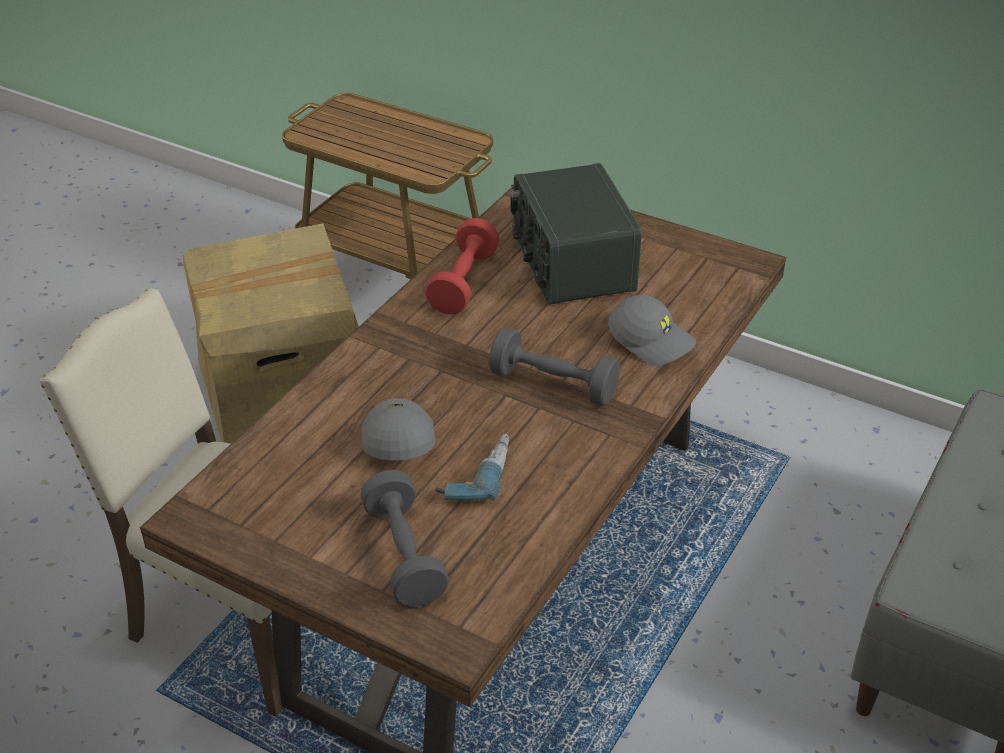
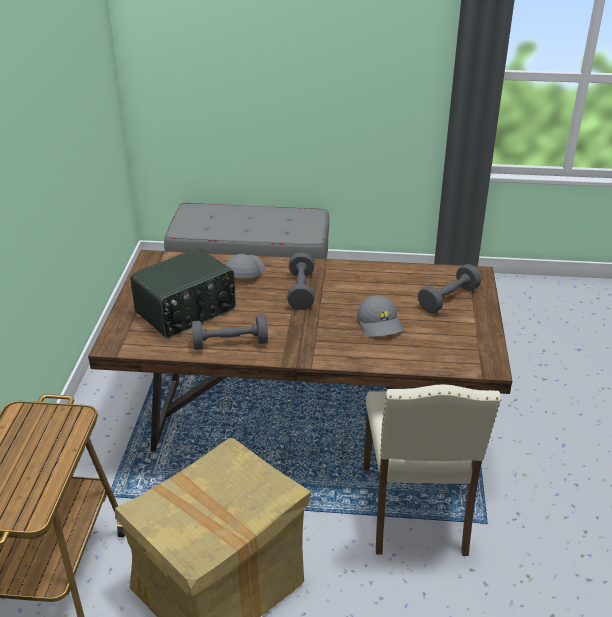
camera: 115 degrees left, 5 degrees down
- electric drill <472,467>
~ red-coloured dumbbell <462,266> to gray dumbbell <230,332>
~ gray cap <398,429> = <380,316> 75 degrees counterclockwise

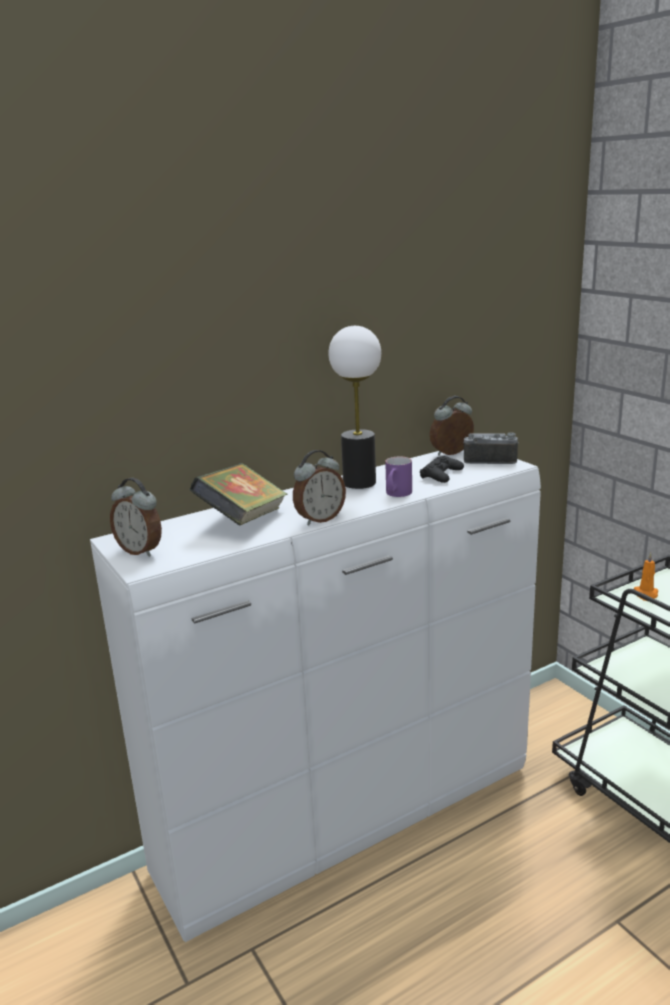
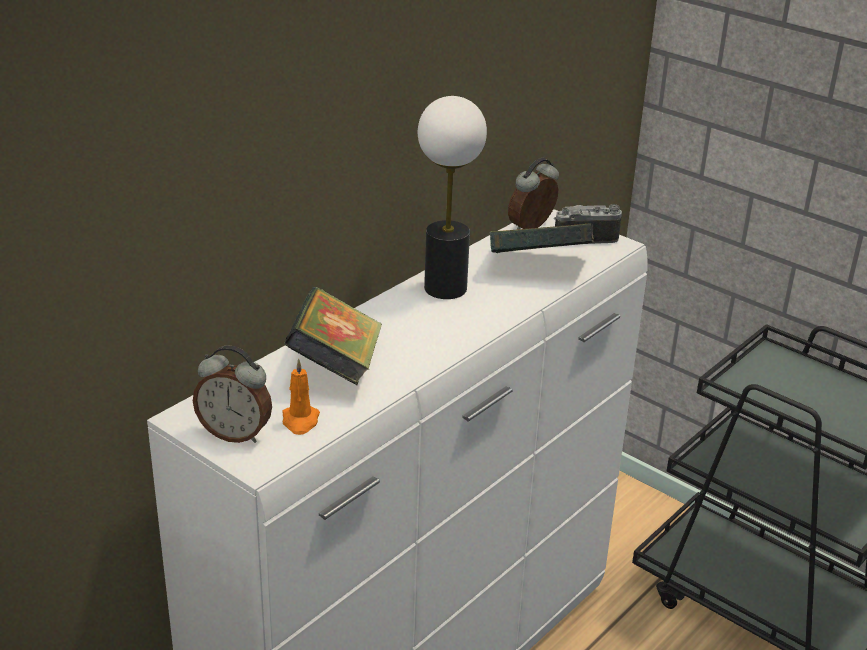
camera: 20 degrees left, 10 degrees up
- bedside clock <319,487>
- purple mug <398,477>
~ orangey wax light <646,577> to <301,396>
~ black-coloured joypad <442,469> to volume <542,238>

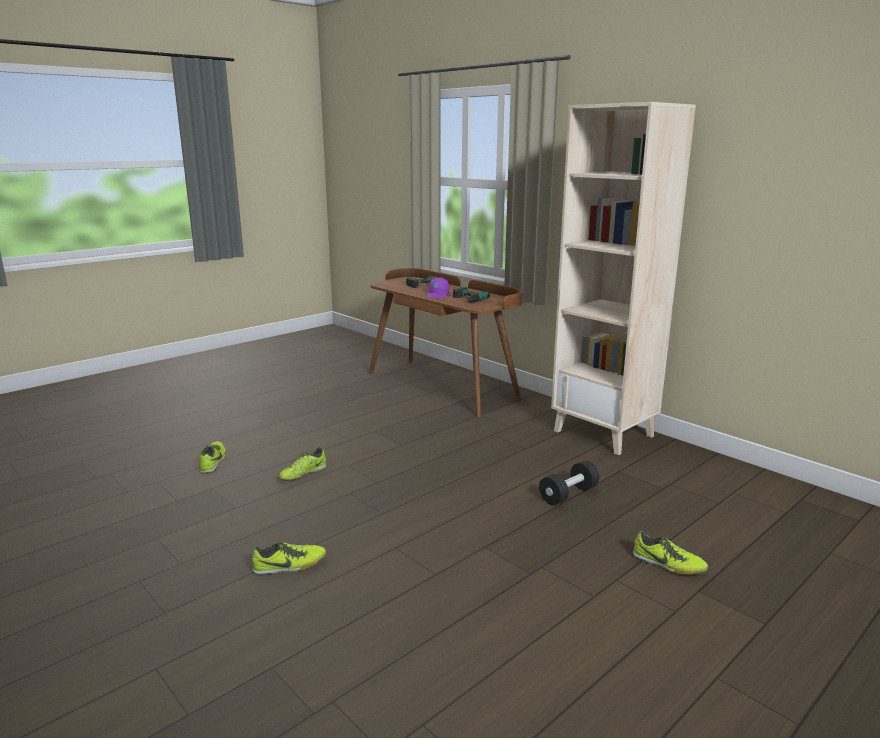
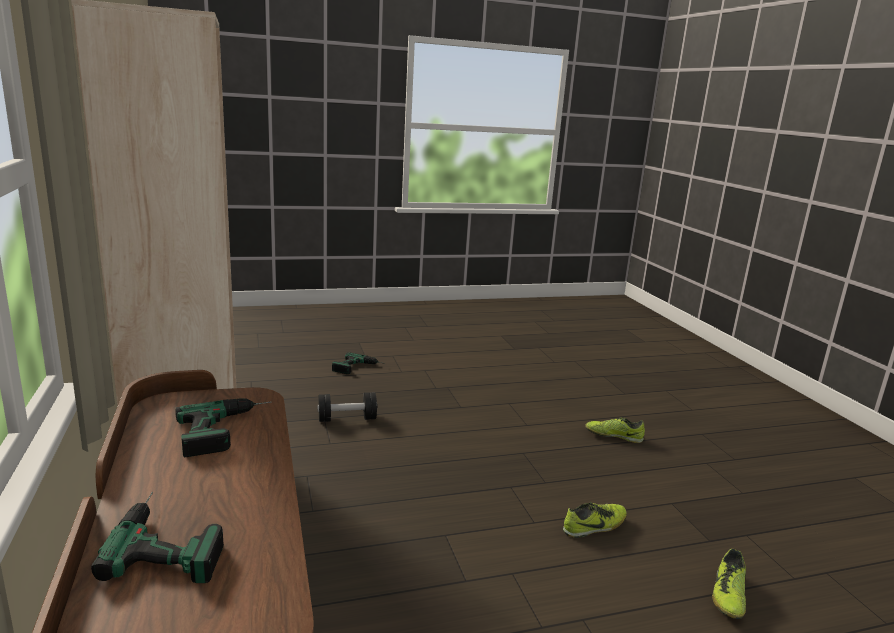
camera: 155 degrees left, 0 degrees up
- purple cap <438,288>
~ shoe <670,553> to electric drill <358,363>

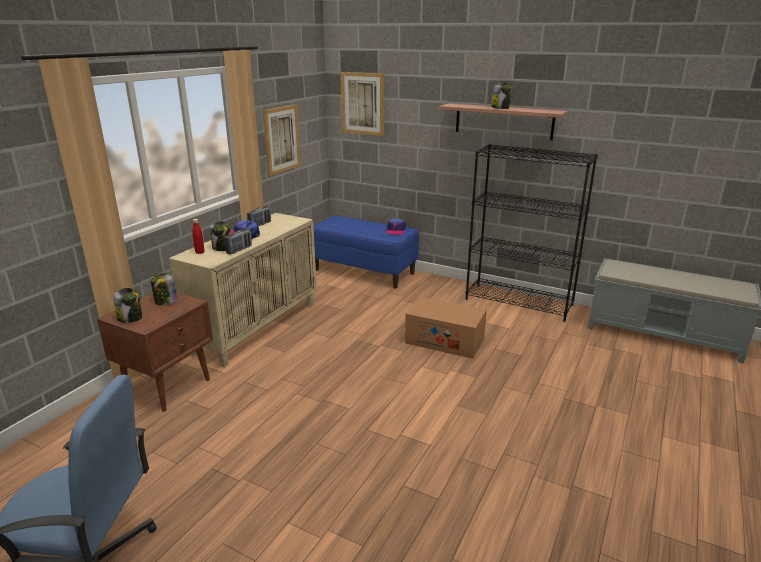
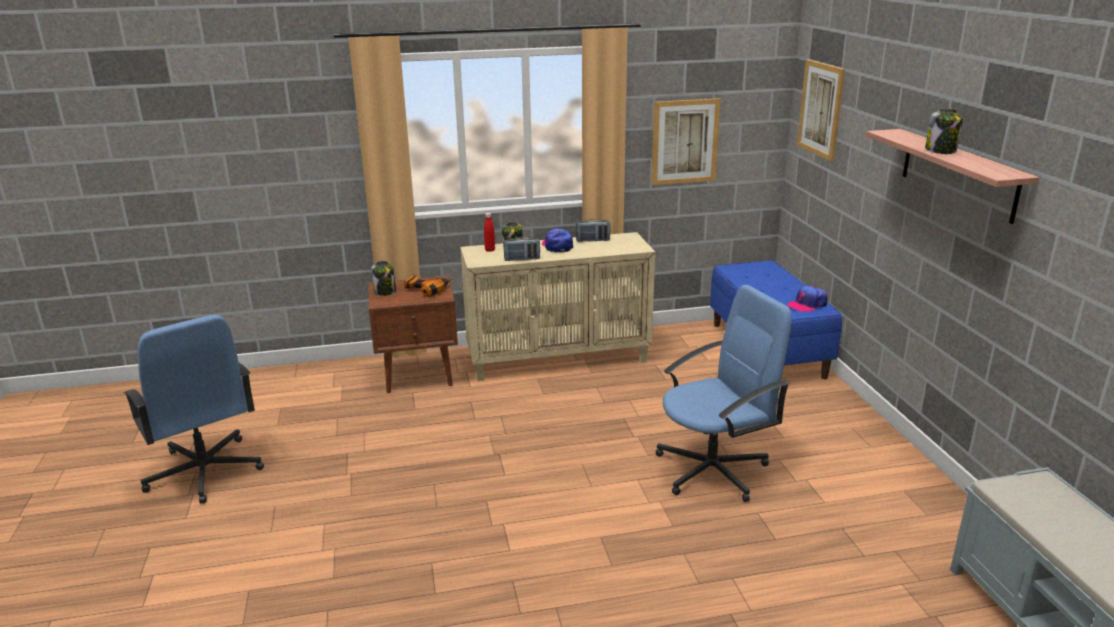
camera: 50 degrees right, 0 degrees up
- black-coloured bookcase <532,233>
~ jar <164,289> to electric drill <429,286>
~ packing box <446,328> to bluish computer chair <724,393>

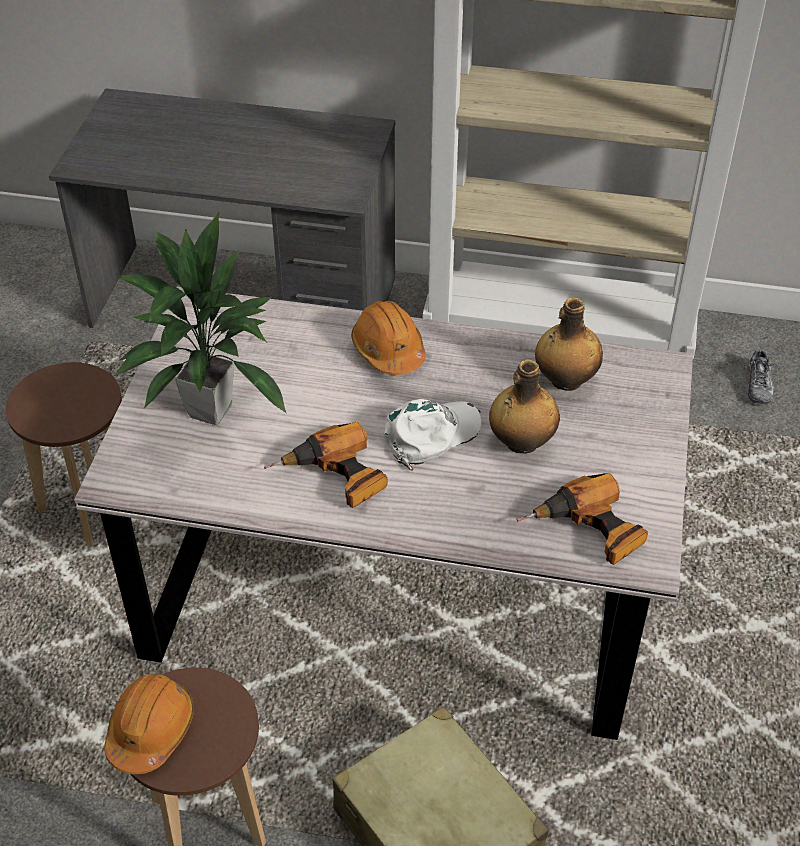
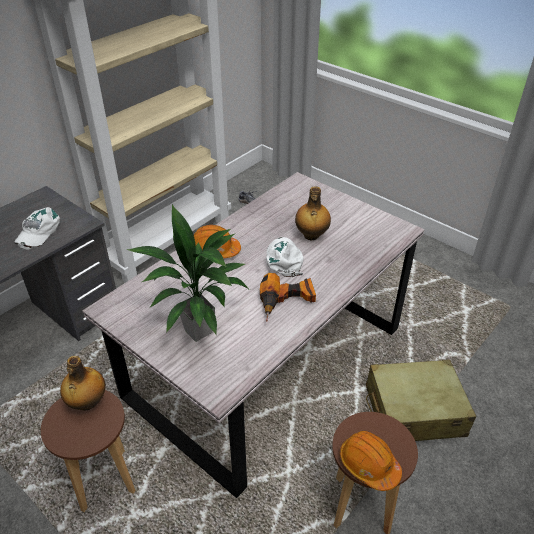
camera: 60 degrees left, 5 degrees down
- electric drill <582,519>
+ white cap <37,228>
~ drink bottle <569,344> to <83,383>

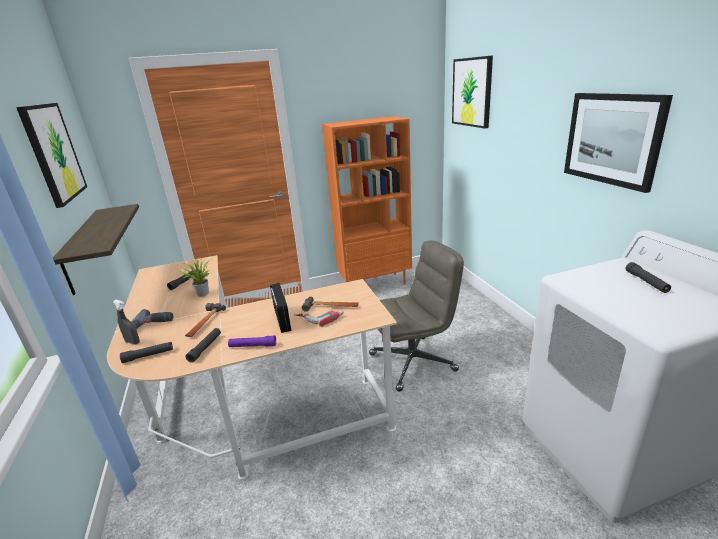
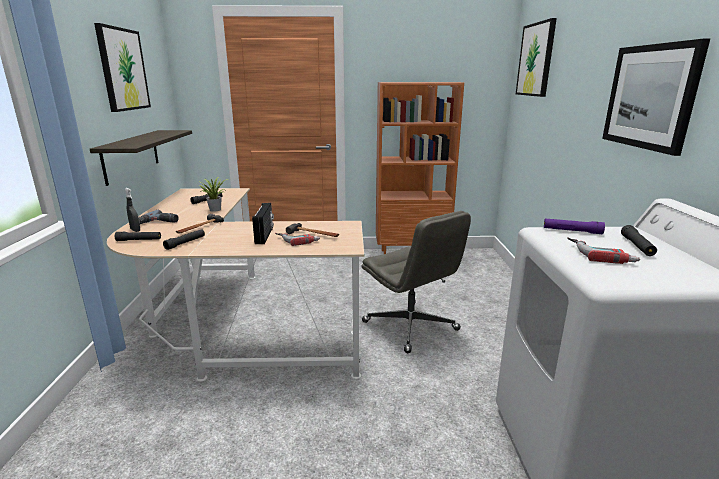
camera: 15 degrees right, 5 degrees down
+ electric drill <603,250>
~ purple hand torch <252,341> to <574,226>
~ gray computer chair <416,316> = <416,282> 60 degrees clockwise

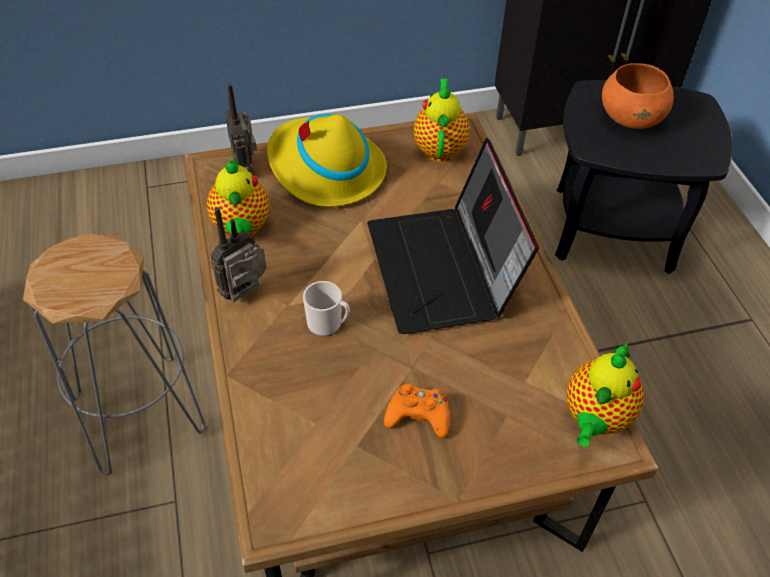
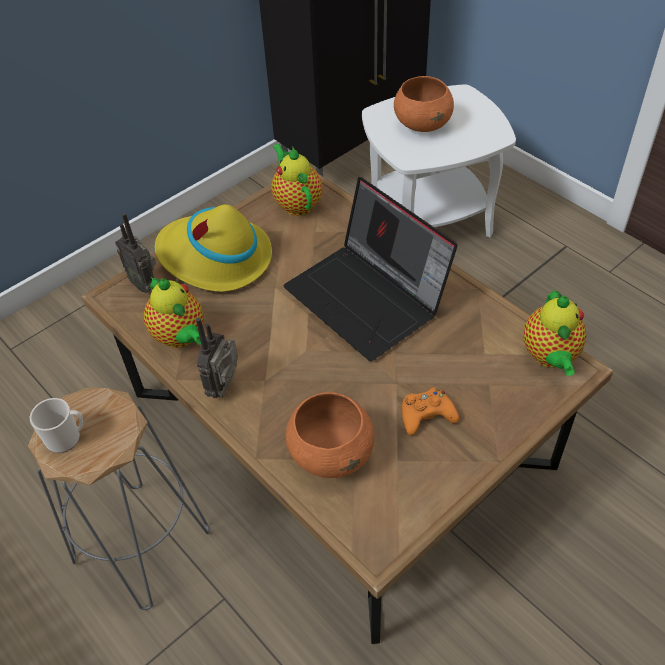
camera: 25 degrees left, 0 degrees up
+ orangey deep dish <329,435>
~ mug <326,308> to <56,425>
~ black-coloured end table <644,177> to white end table <439,161>

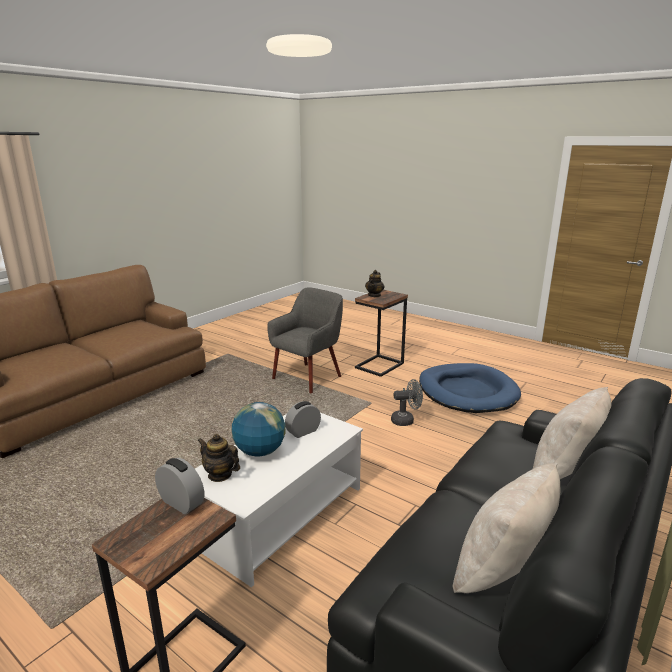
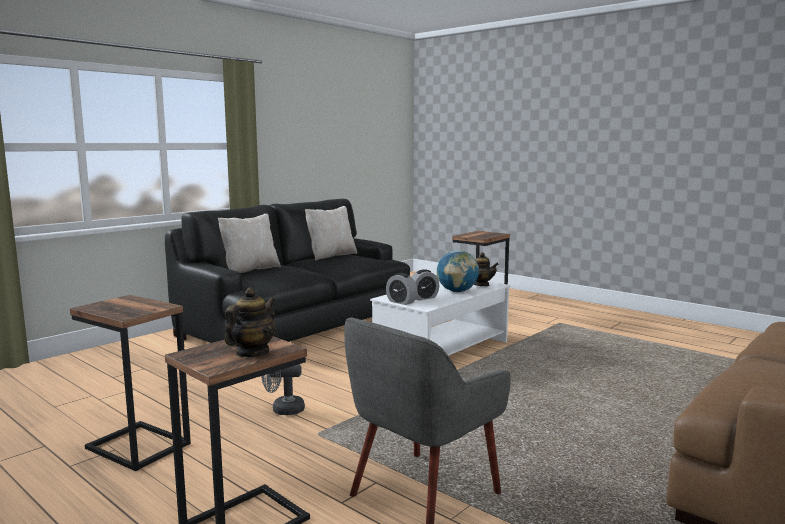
camera: 175 degrees left, 10 degrees down
~ bedside clock <179,486> to <401,289>
~ bluish dog cushion <470,388> to end table <130,383>

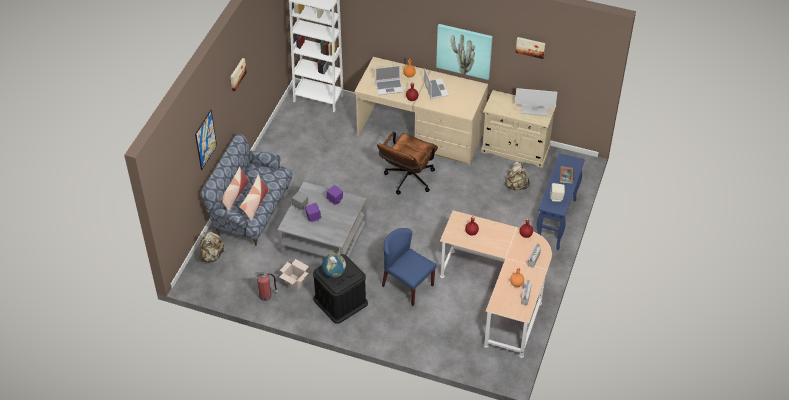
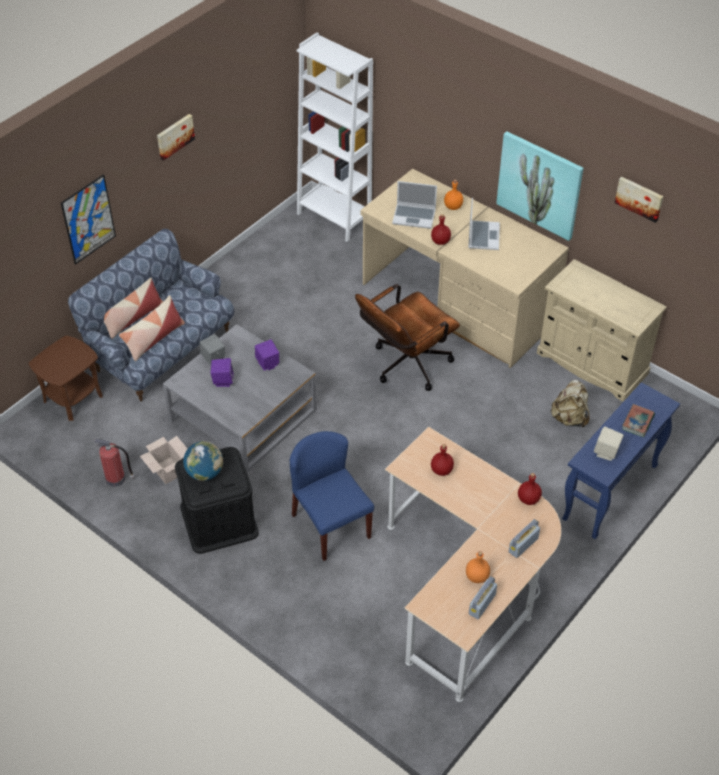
camera: 20 degrees right, 0 degrees up
- monitor <536,102>
~ sand-coloured rucksack <211,248> to brownish end table <66,378>

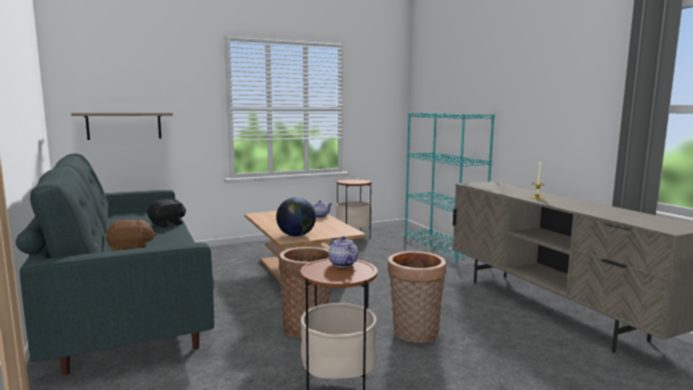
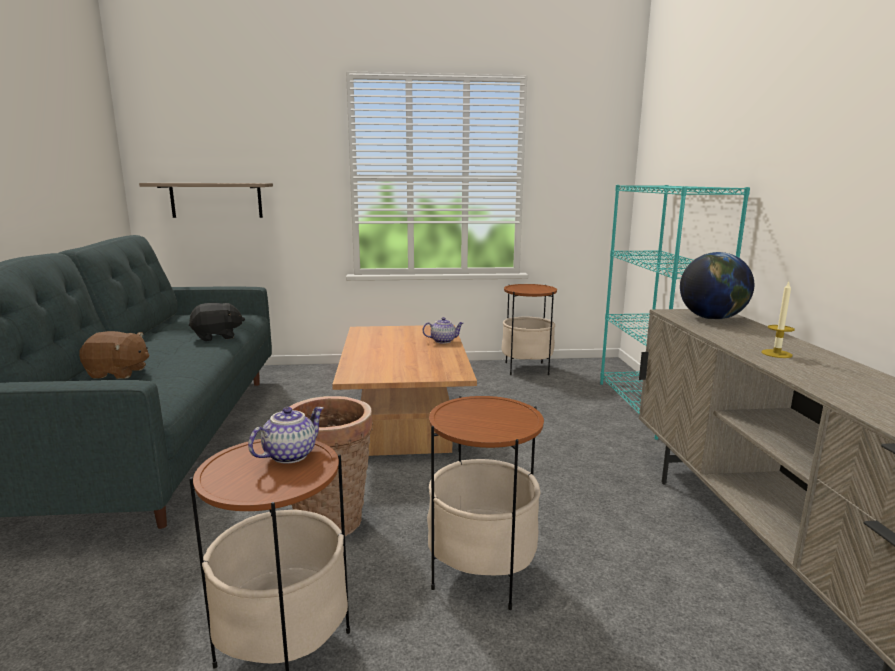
camera: 20 degrees right, 5 degrees up
~ world globe <296,217> to <717,286>
~ basket <417,297> to end table <485,503>
~ teapot <343,251> = <286,435> 45 degrees clockwise

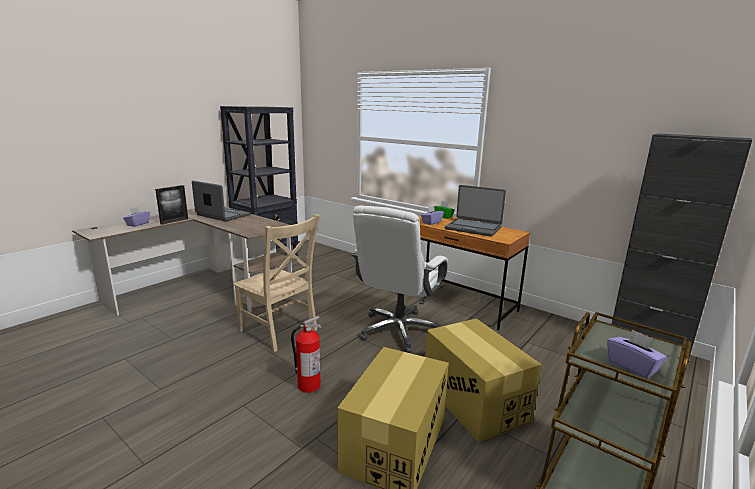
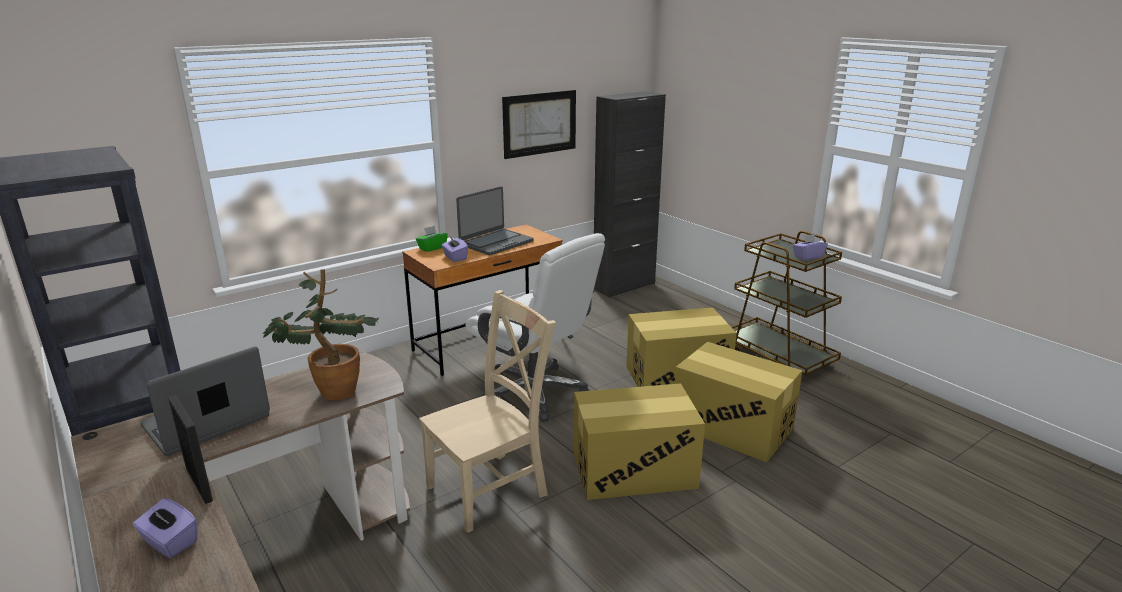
camera: 75 degrees left, 5 degrees up
+ potted plant <321,334>
+ wall picture <539,124>
~ extinguisher <306,354> to packing box <639,441>

